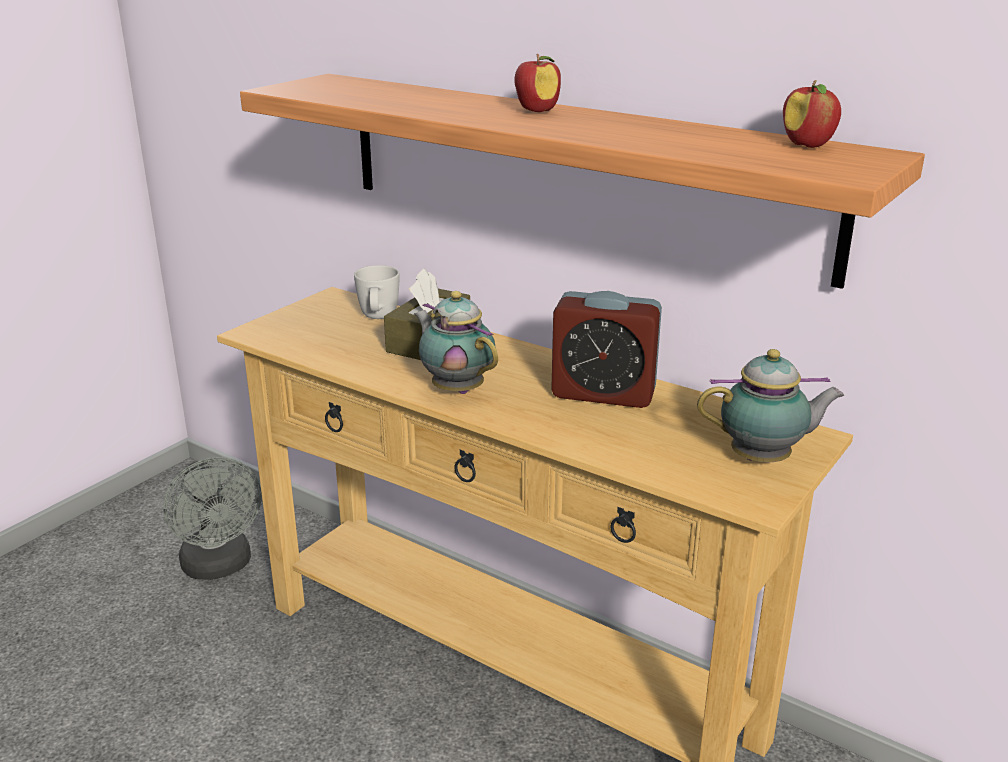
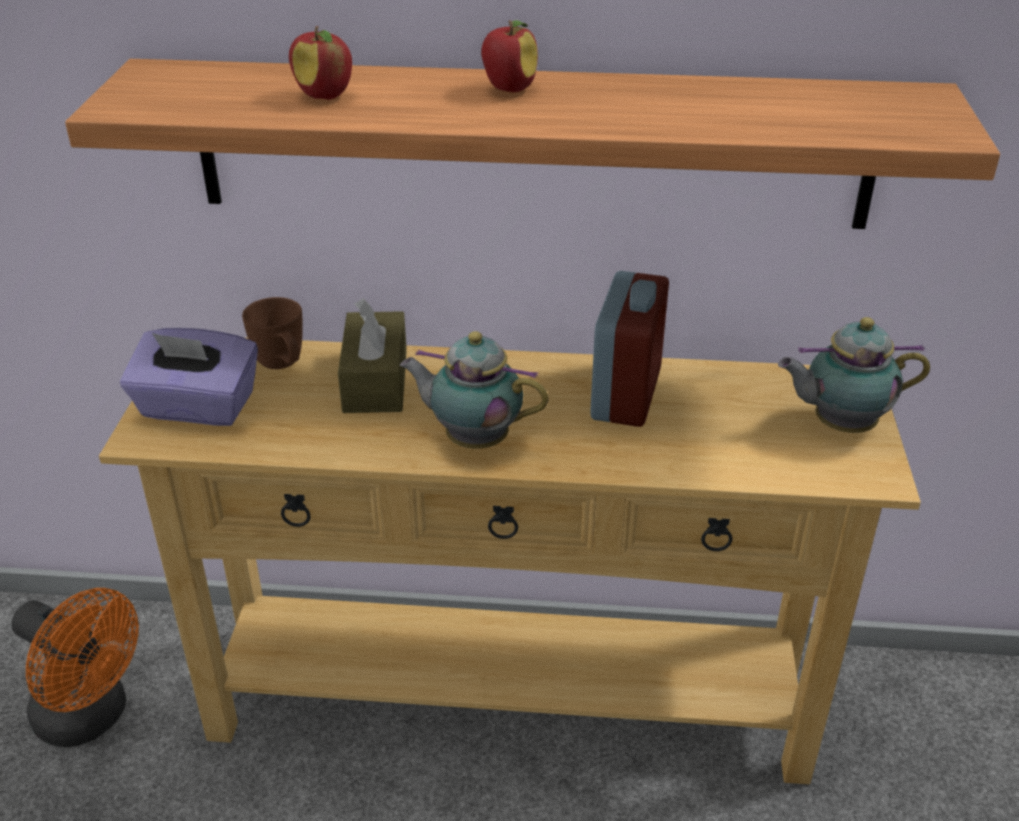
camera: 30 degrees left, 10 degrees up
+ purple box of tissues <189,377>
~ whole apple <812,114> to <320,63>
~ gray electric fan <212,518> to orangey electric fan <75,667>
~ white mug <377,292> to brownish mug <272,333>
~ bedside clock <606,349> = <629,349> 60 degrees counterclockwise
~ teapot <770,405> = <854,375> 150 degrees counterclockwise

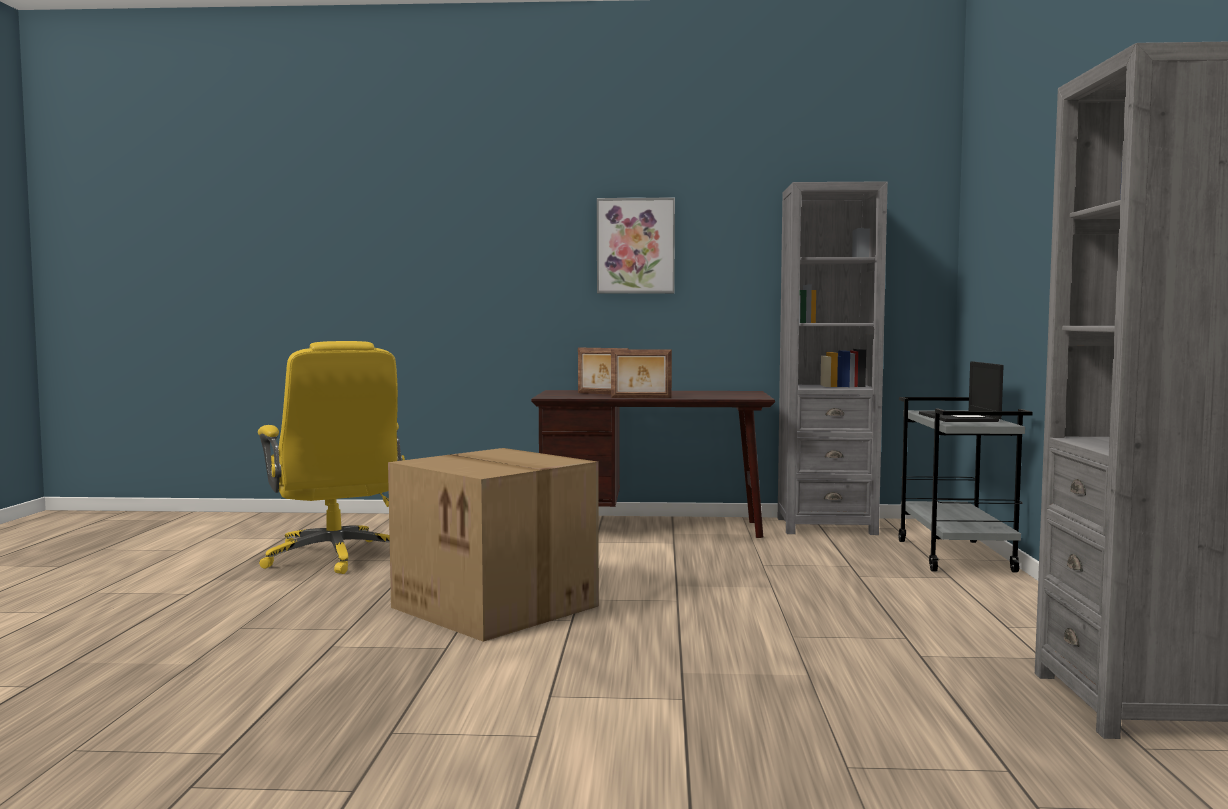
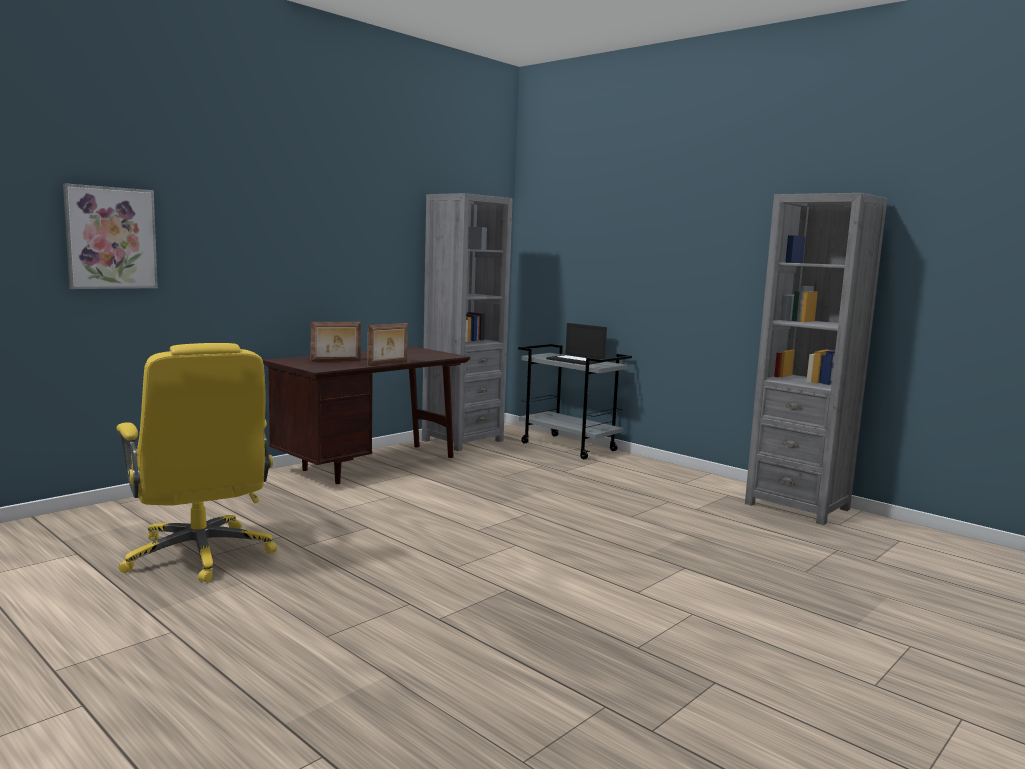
camera: 50 degrees left, 5 degrees up
- packing box <493,545>
~ wall picture <636,246> to <110,236>
~ yellow computer chair <331,457> = <196,462> 45 degrees clockwise

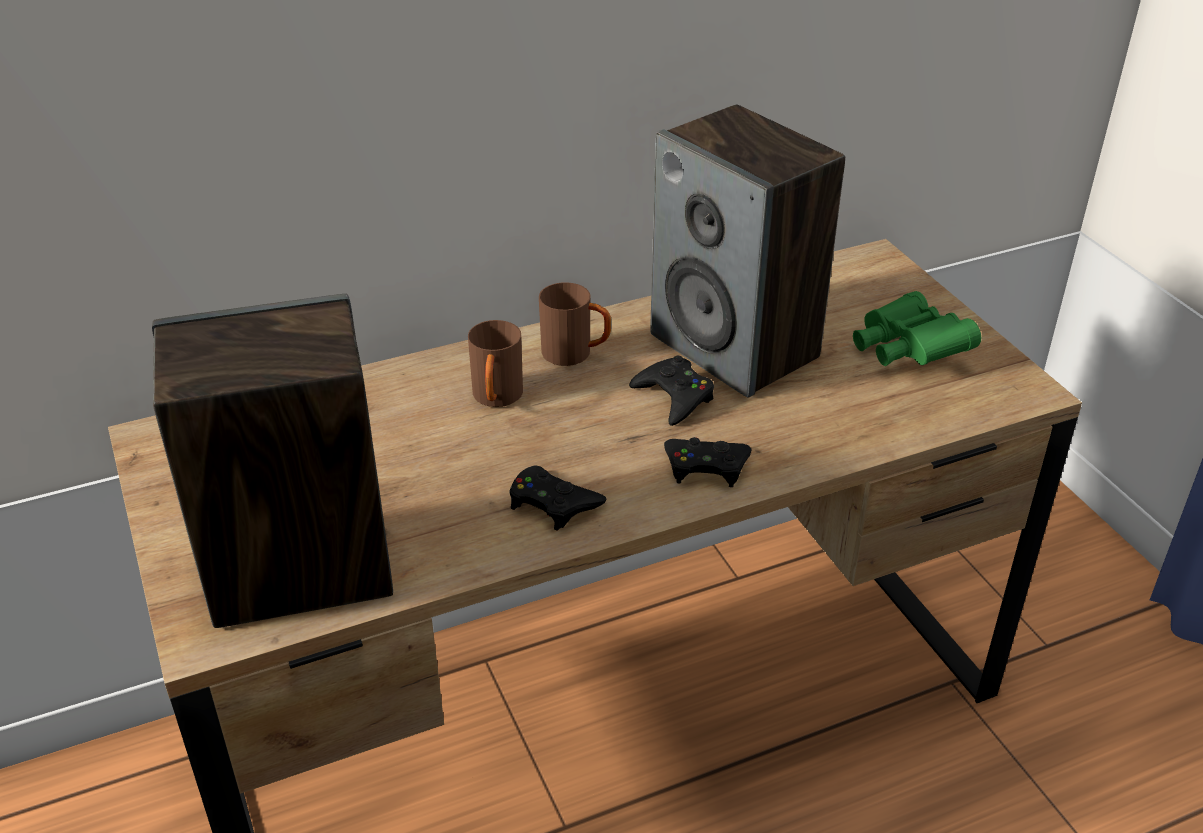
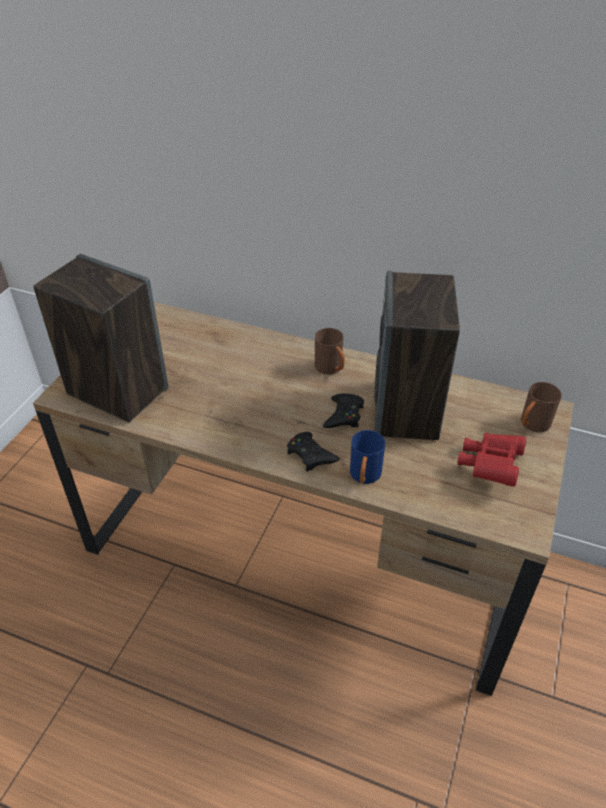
camera: 45 degrees right, 5 degrees up
- black-coloured joypad <558,498>
+ bluish mug <367,457>
~ brownish mug <495,363> to <541,407>
~ green binoculars <917,328> to red-coloured binoculars <491,460>

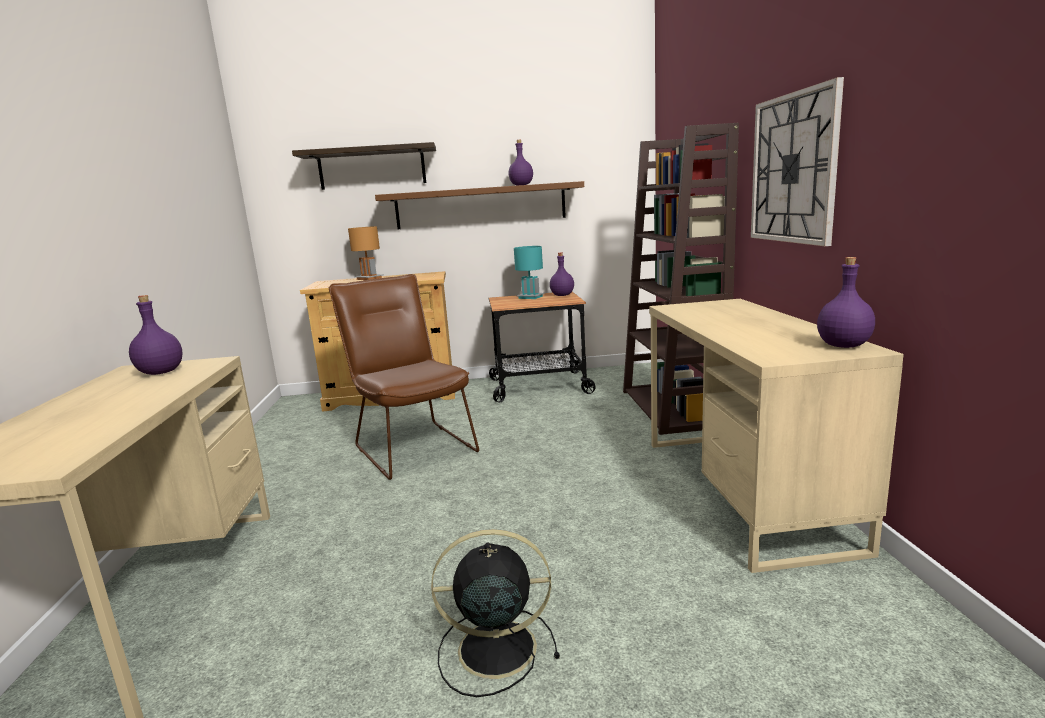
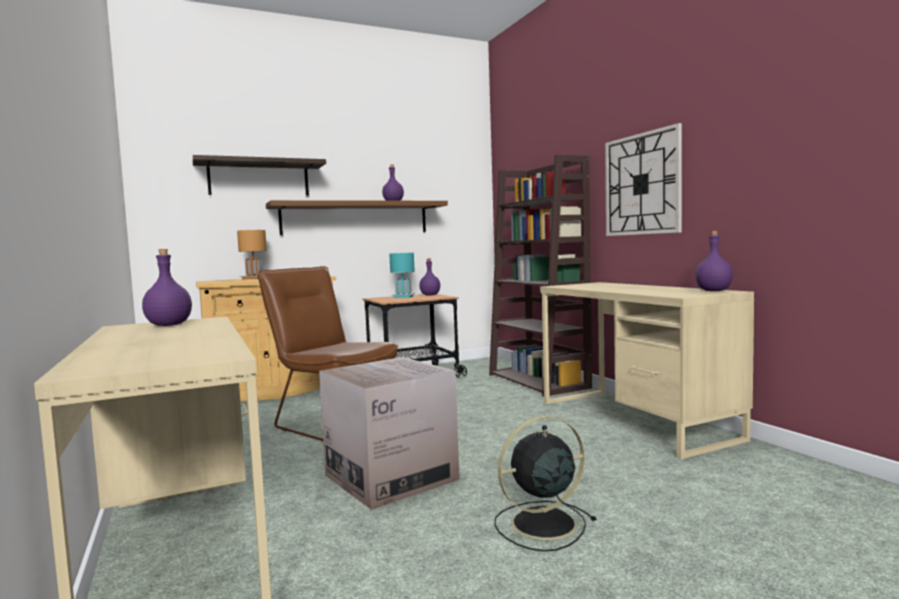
camera: 20 degrees left, 10 degrees down
+ packing box <389,433>

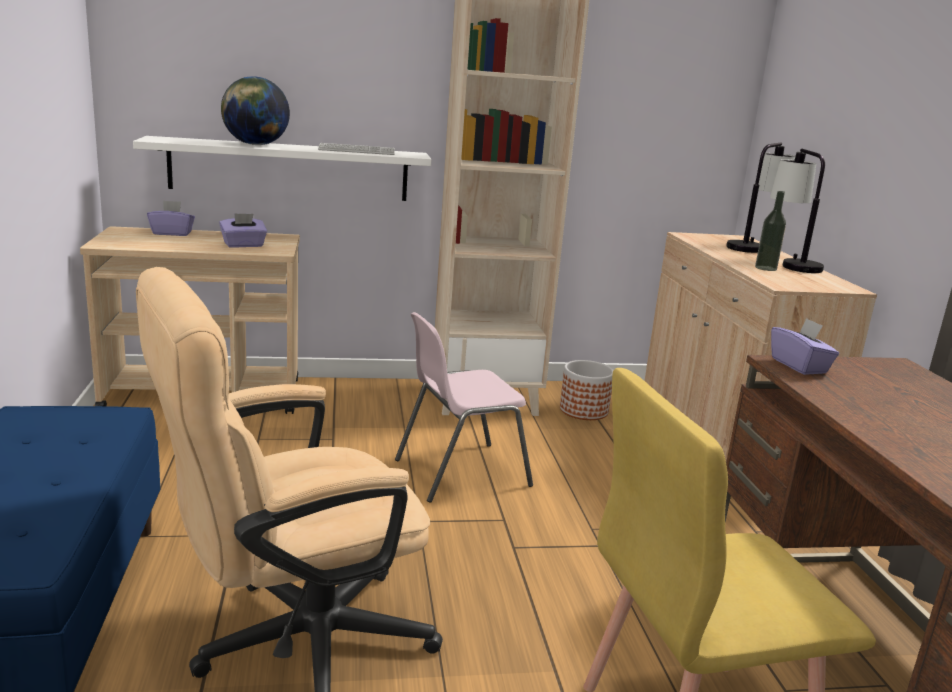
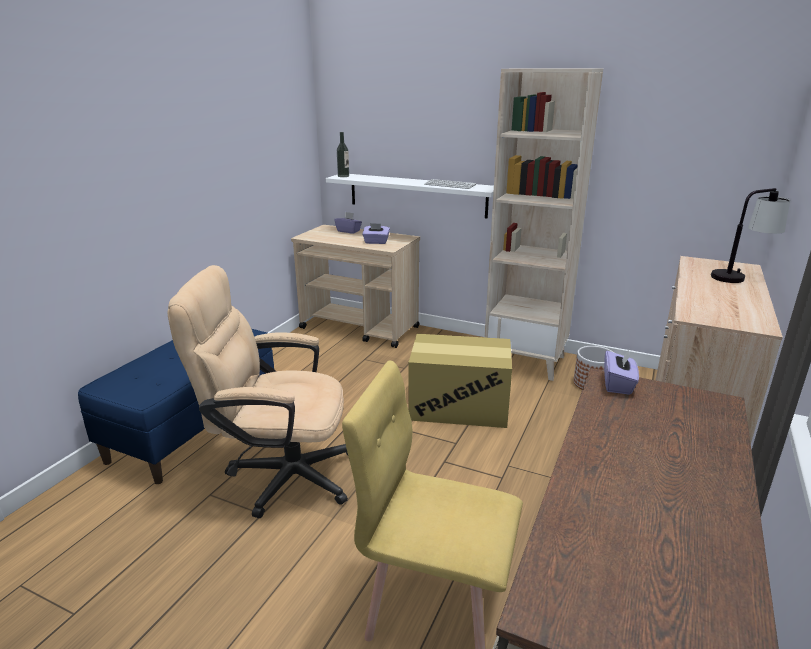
camera: 35 degrees right, 5 degrees up
- world globe <255,110>
- tabletop lamp <797,211>
~ drink bottle <770,231> to <343,154>
~ pinkish upright chair <464,407> to packing box <460,381>

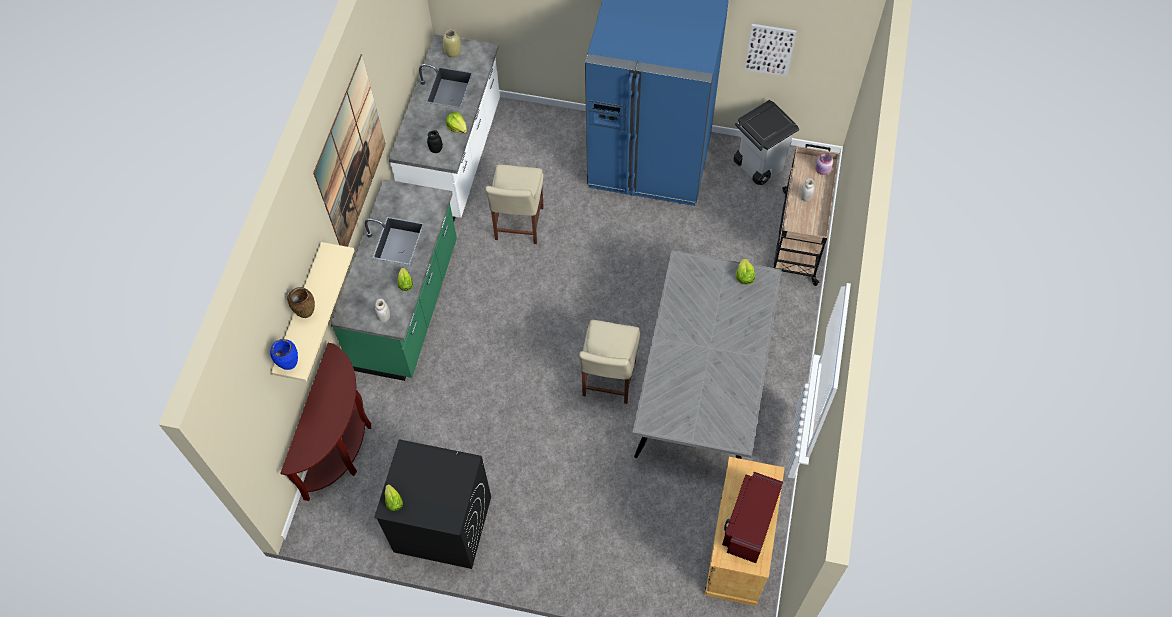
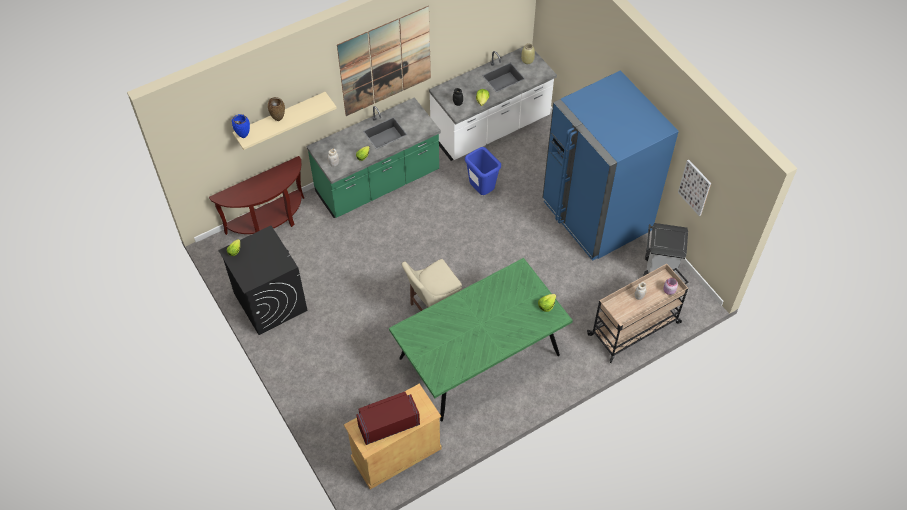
camera: 45 degrees right, 5 degrees down
~ sand-coloured upright chair <514,204> to bluish trash can <483,171>
~ gray dinner table <707,354> to green dinner table <481,340>

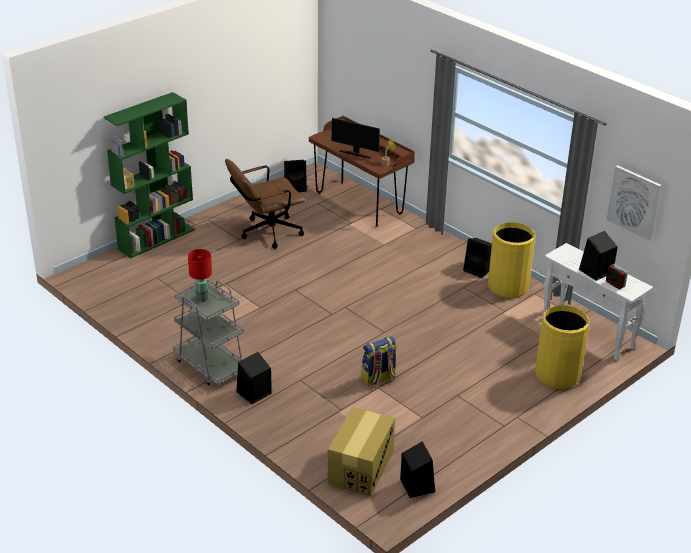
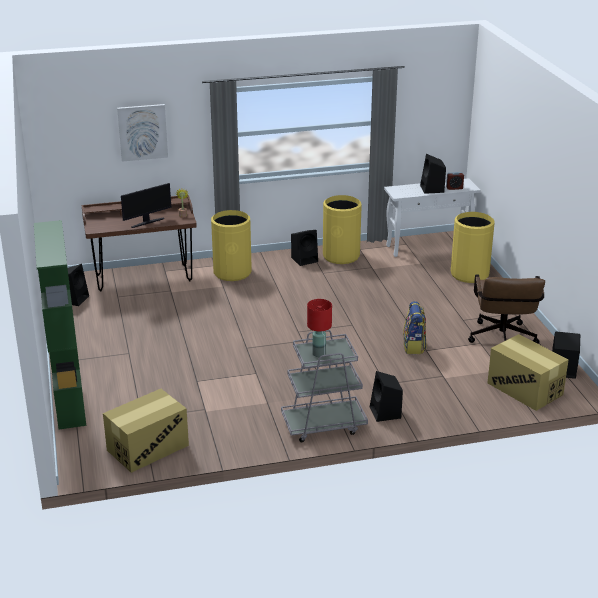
camera: 60 degrees left, 5 degrees down
+ packing box <146,431>
+ yellow trash can <231,245>
~ brownish computer chair <265,204> to <506,309>
~ wall picture <634,202> to <142,133>

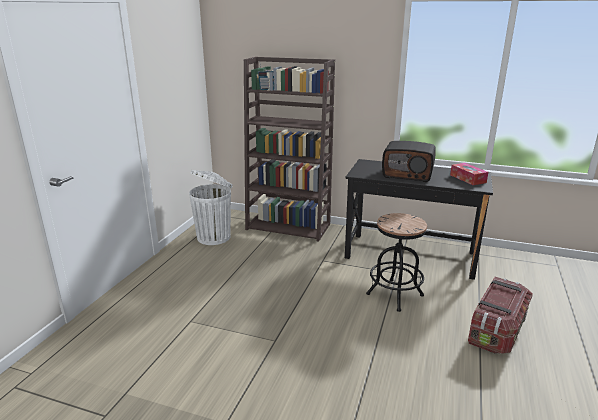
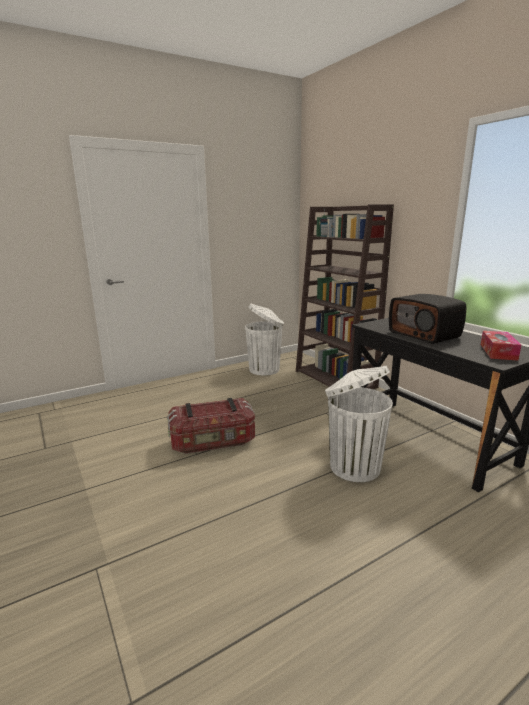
camera: 40 degrees right, 5 degrees down
~ storage box <500,315> to <211,426>
~ black-coloured stool seat <396,262> to white trash can <359,424>

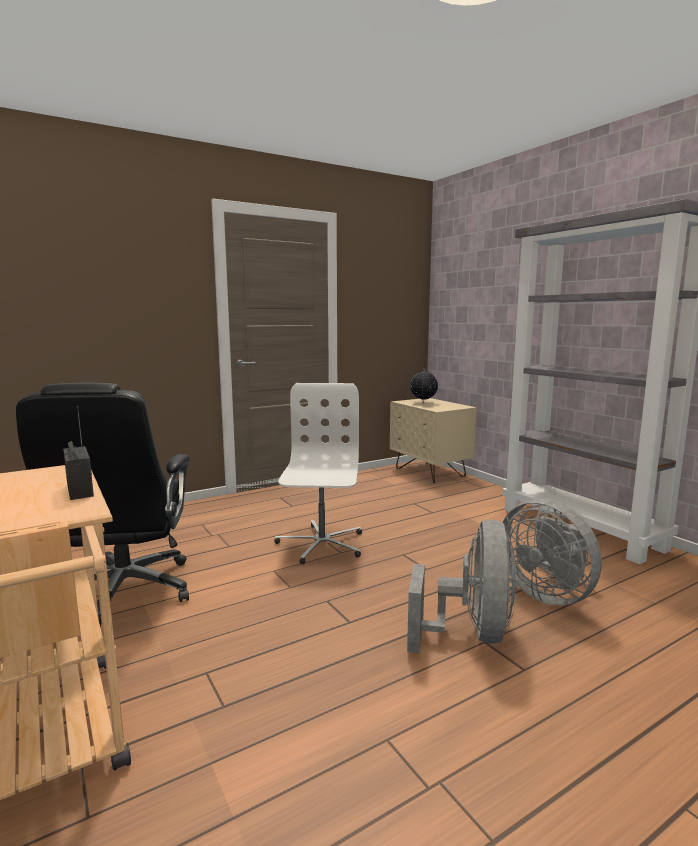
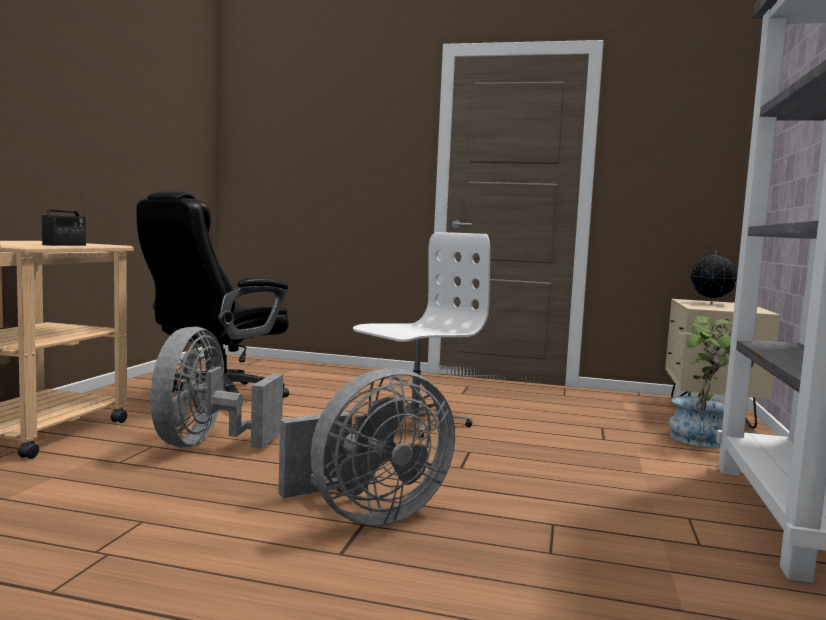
camera: 45 degrees right, 5 degrees down
+ potted plant <712,381>
~ gray electric fan <552,552> to <216,388>

